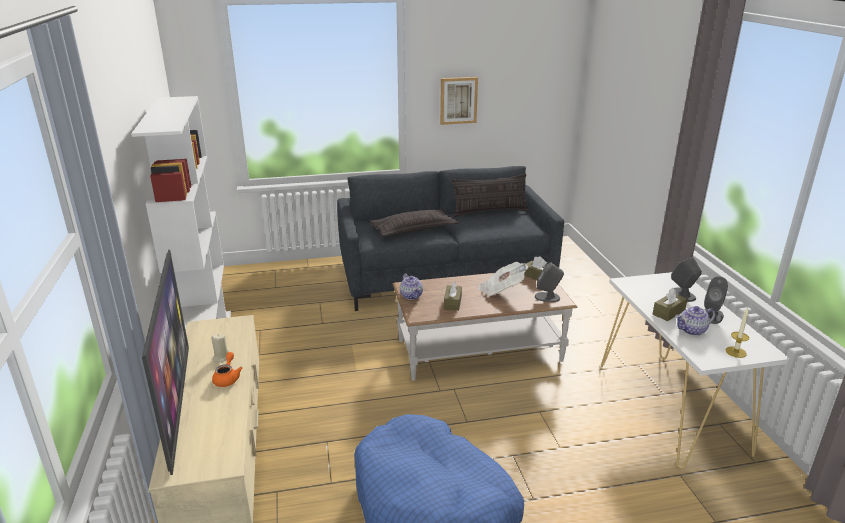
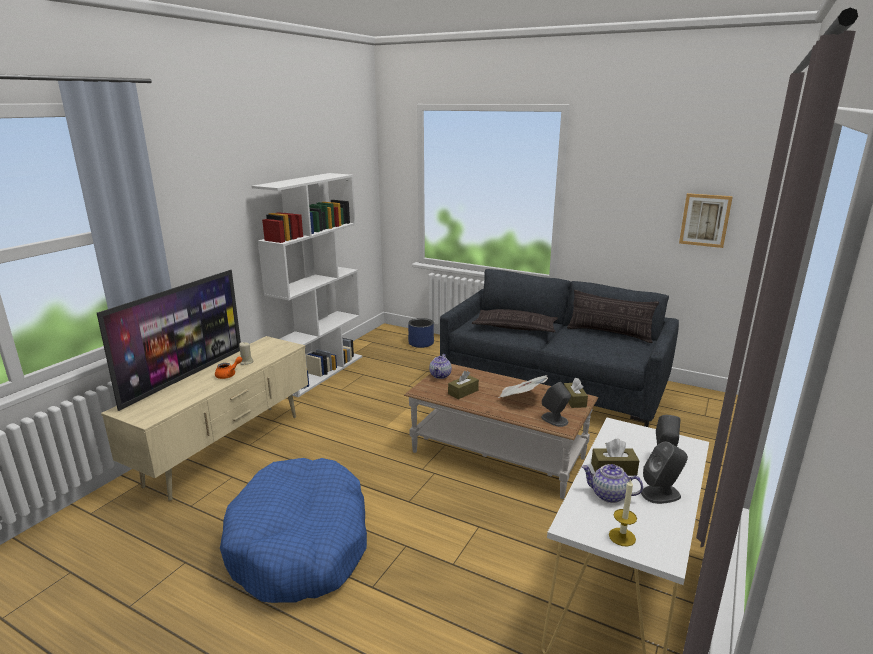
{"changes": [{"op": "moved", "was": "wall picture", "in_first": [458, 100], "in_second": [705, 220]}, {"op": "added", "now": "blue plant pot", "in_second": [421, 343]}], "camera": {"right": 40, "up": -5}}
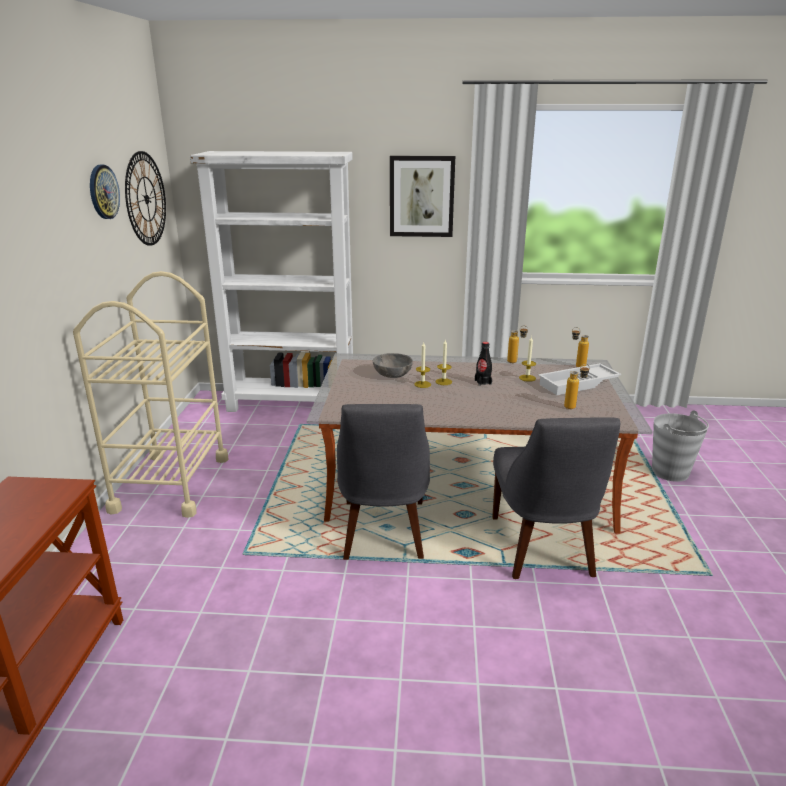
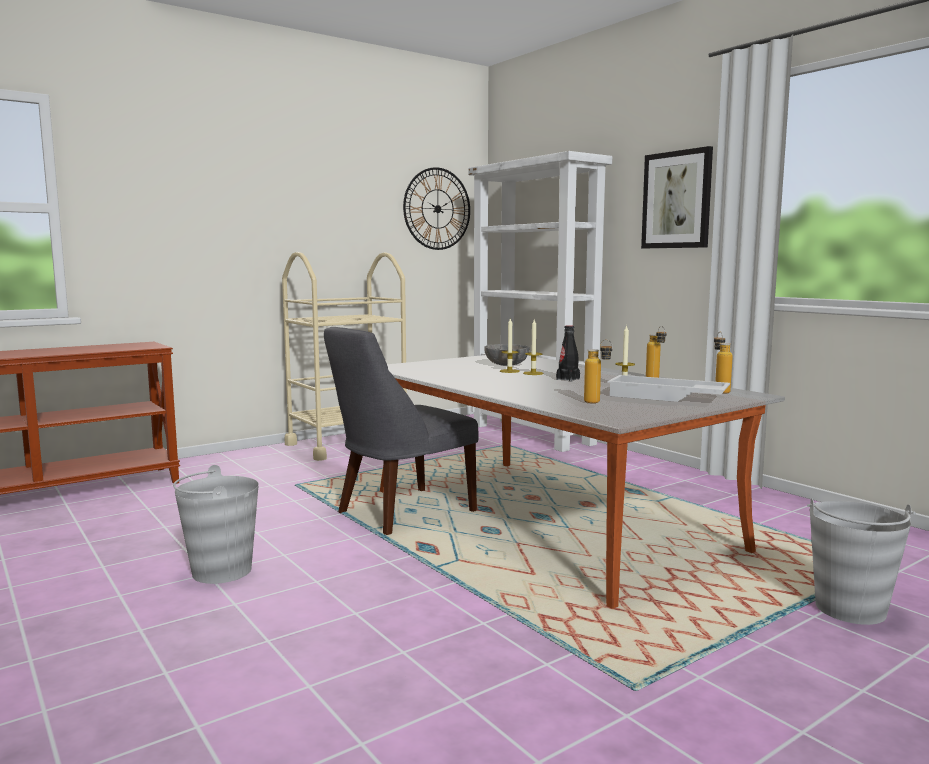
{"changes": [{"op": "removed", "was": "hanging clock", "in_first": [103, 192]}, {"op": "removed", "was": "grey upright chair", "in_first": [543, 549]}, {"op": "added", "now": "grey bucket", "in_second": [221, 571]}], "camera": {"right": 50, "up": -15}}
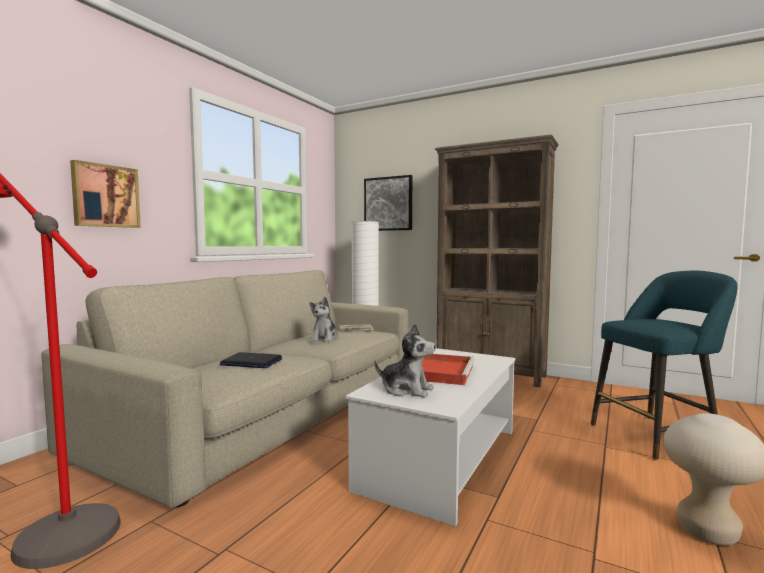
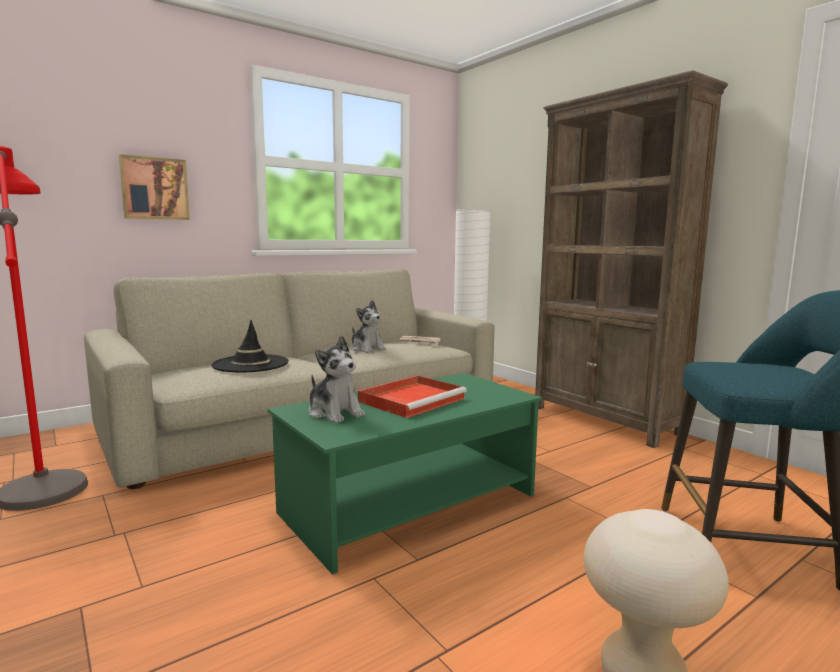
{"changes": [{"op": "replaced", "was": "laptop", "now": "blackish clothing hat", "in_first": [251, 362], "in_second": [250, 364]}, {"op": "turned", "was": "cuddly toy", "in_first": [324, 339], "in_second": [367, 349], "clockwise": -75}, {"op": "recoloured", "was": "white-coloured low table", "now": "greenish low table", "in_first": [442, 457], "in_second": [411, 503]}, {"op": "removed", "was": "wall picture", "in_first": [388, 204]}], "camera": {"right": 25, "up": 5}}
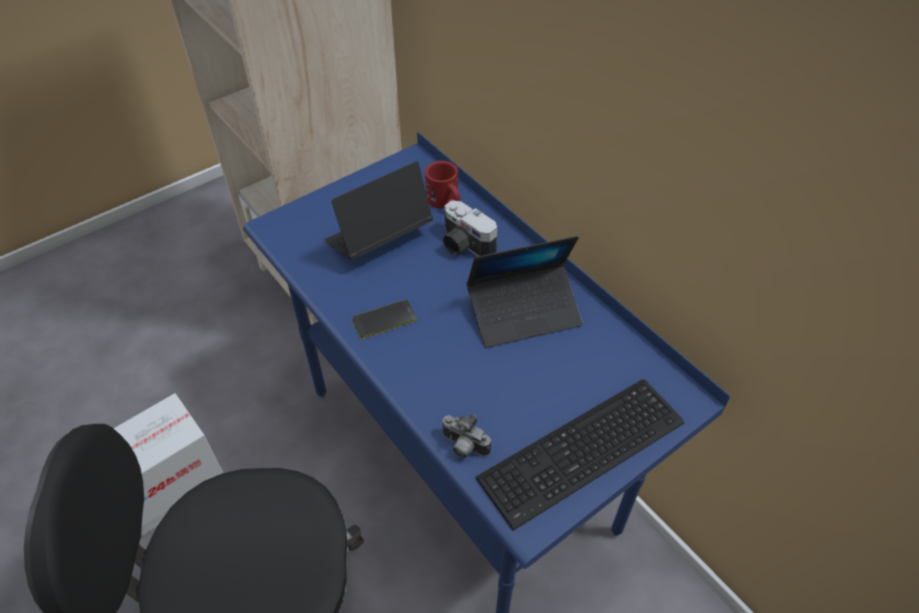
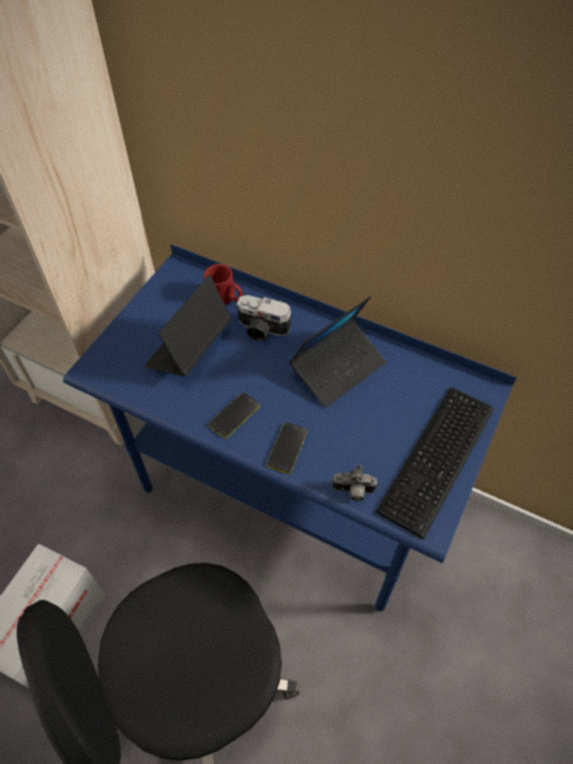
{"changes": [{"op": "added", "now": "phone", "in_second": [287, 448]}], "camera": {"right": -25, "up": 5}}
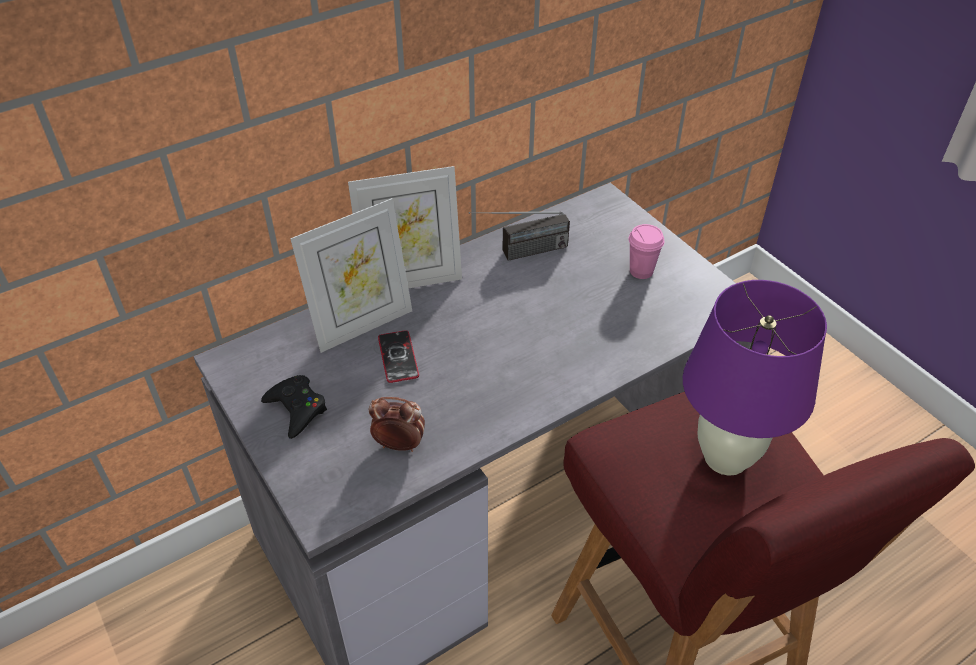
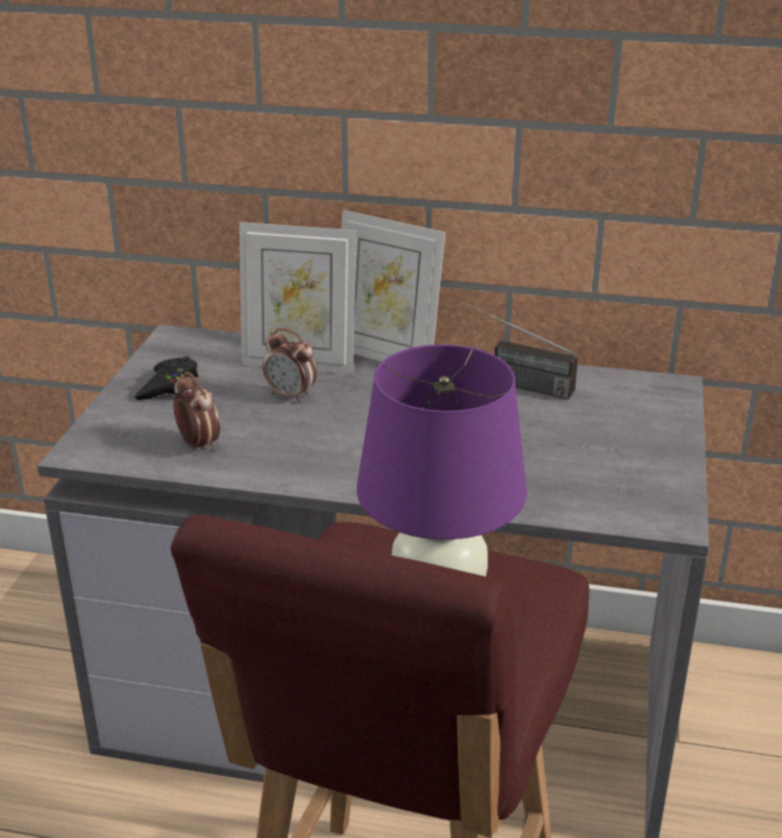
{"changes": [{"op": "replaced", "was": "phone", "now": "bedside clock", "in_first": [398, 357], "in_second": [291, 396]}, {"op": "removed", "was": "pink-coloured cup", "in_first": [641, 271]}], "camera": {"right": 45, "up": -15}}
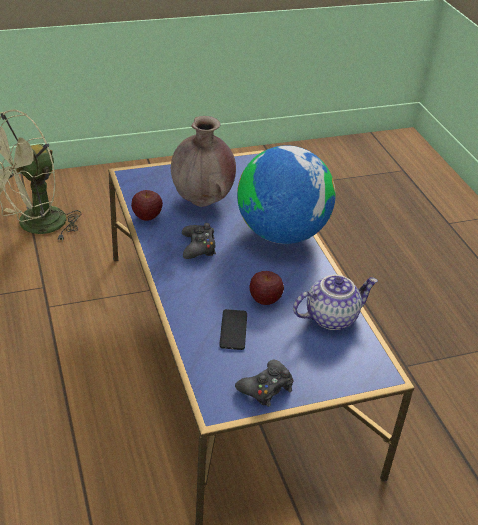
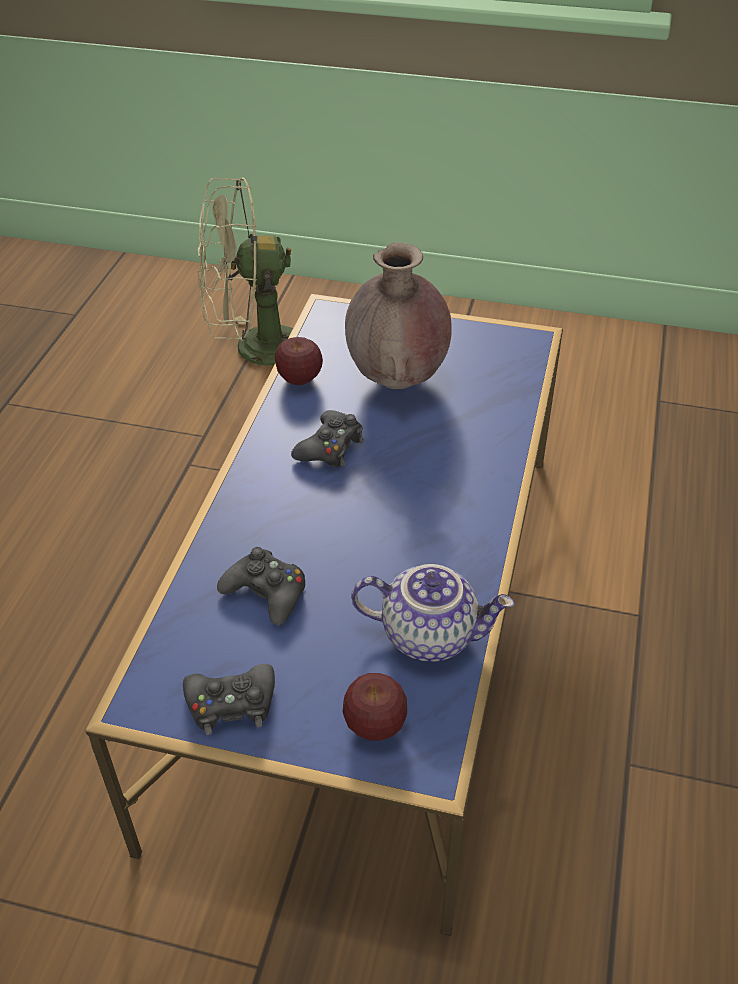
{"changes": [{"op": "replaced", "was": "phone", "now": "blackish gamepad", "in_first": [233, 330], "in_second": [266, 593]}, {"op": "removed", "was": "world globe", "in_first": [281, 234]}, {"op": "moved", "was": "whole apple", "in_first": [265, 300], "in_second": [375, 725]}], "camera": {"right": 35, "up": 5}}
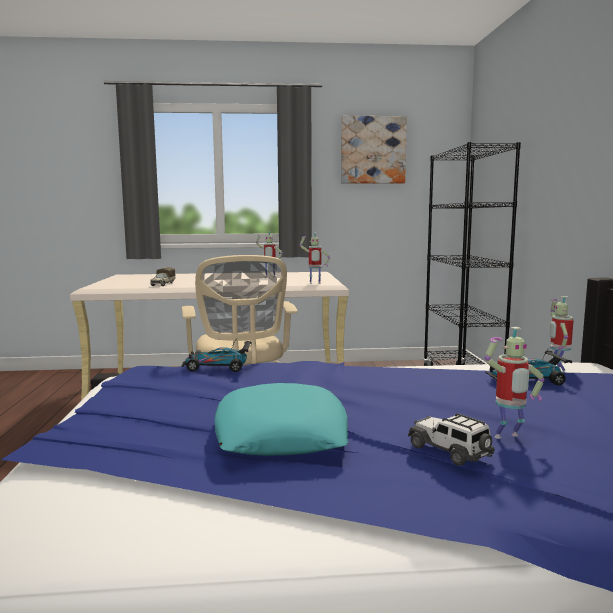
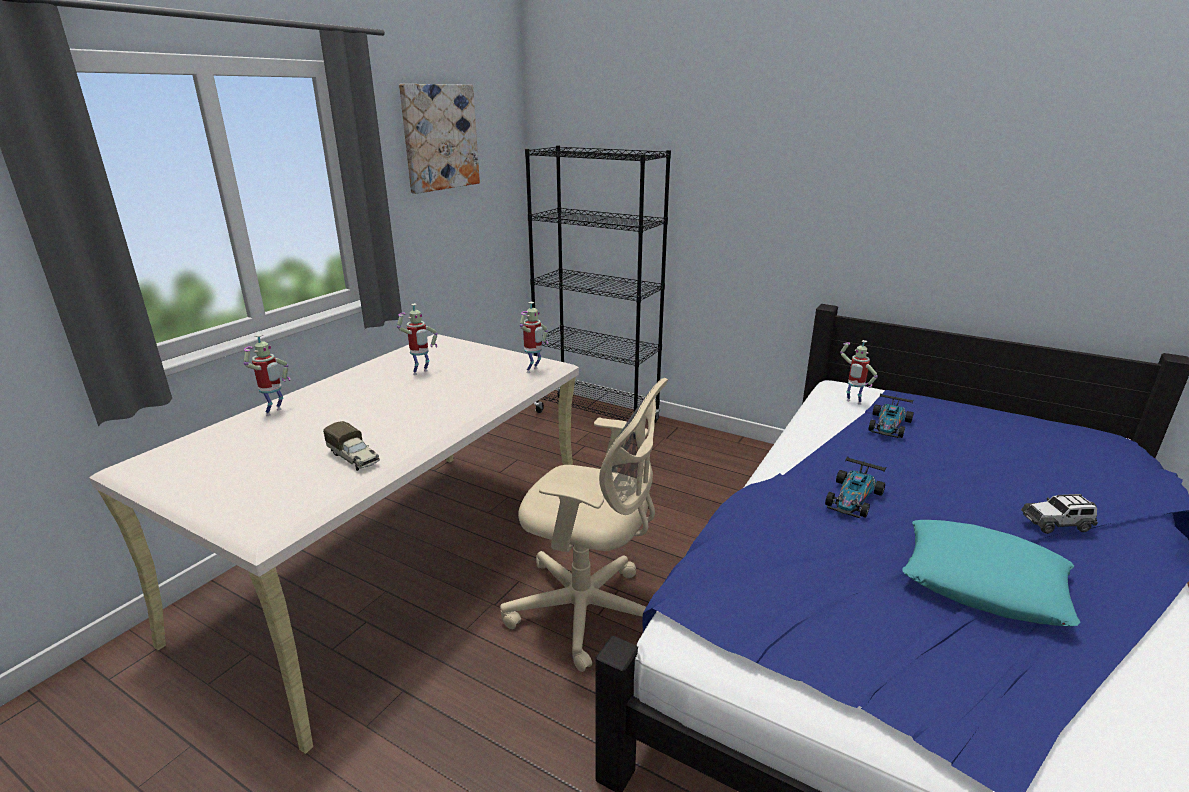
{"changes": [{"op": "moved", "was": "model car", "in_first": [218, 366], "in_second": [853, 498]}, {"op": "moved", "was": "robot figure", "in_first": [508, 438], "in_second": [275, 413]}], "camera": {"right": -55, "up": 15}}
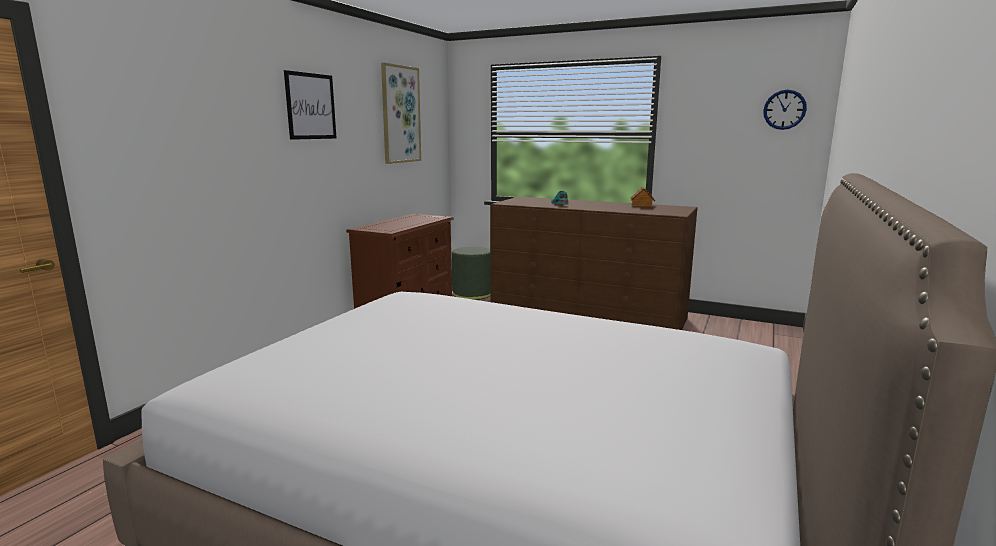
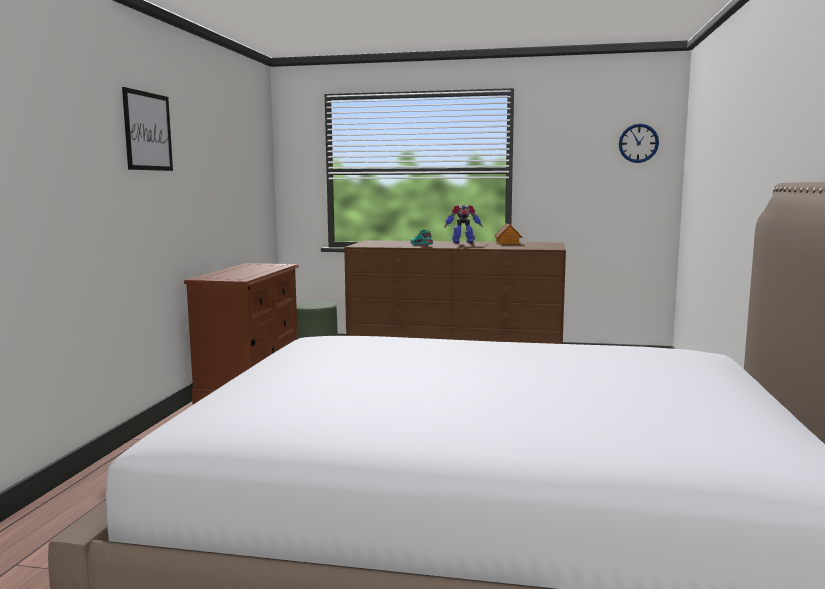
{"changes": [{"op": "removed", "was": "wall picture", "in_first": [400, 114]}, {"op": "added", "now": "robot figure", "in_second": [462, 242]}], "camera": {"right": -15, "up": -5}}
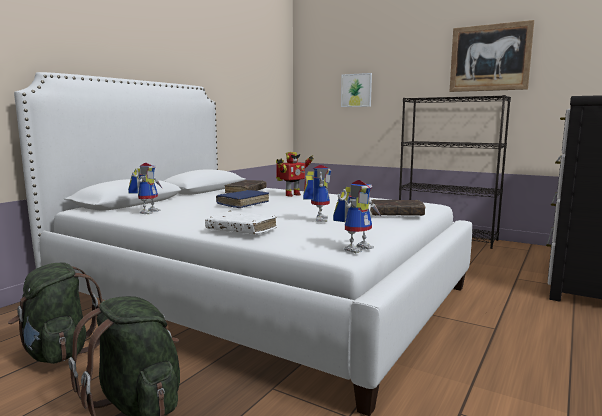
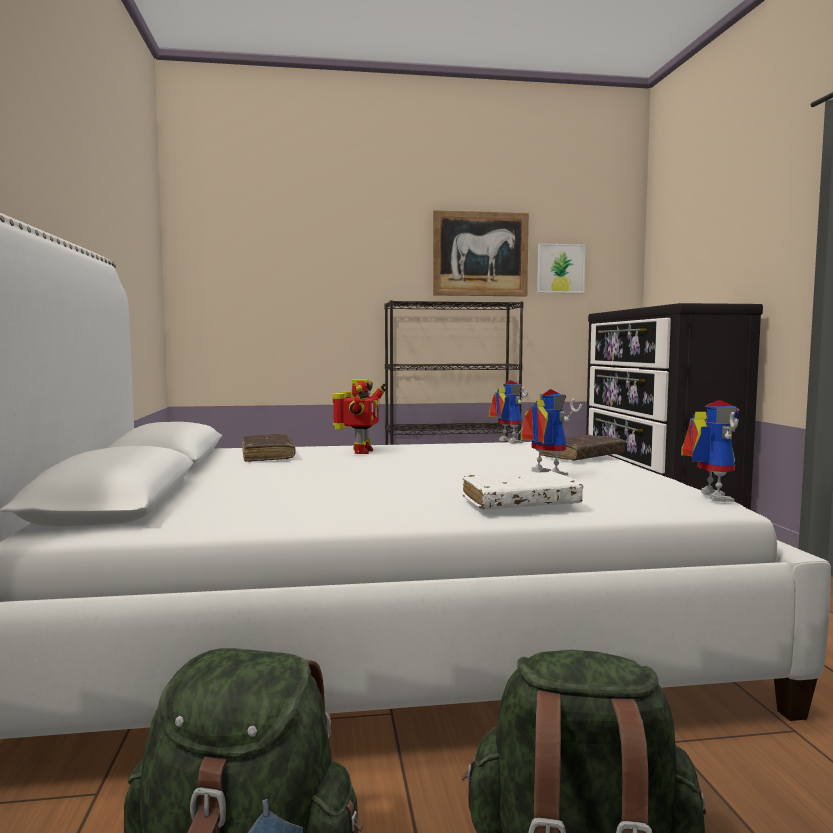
{"changes": [{"op": "moved", "was": "robot figure", "in_first": [148, 211], "in_second": [505, 442]}, {"op": "removed", "was": "blue book", "in_first": [243, 204]}, {"op": "moved", "was": "wall picture", "in_first": [356, 90], "in_second": [560, 268]}], "camera": {"right": -40, "up": -5}}
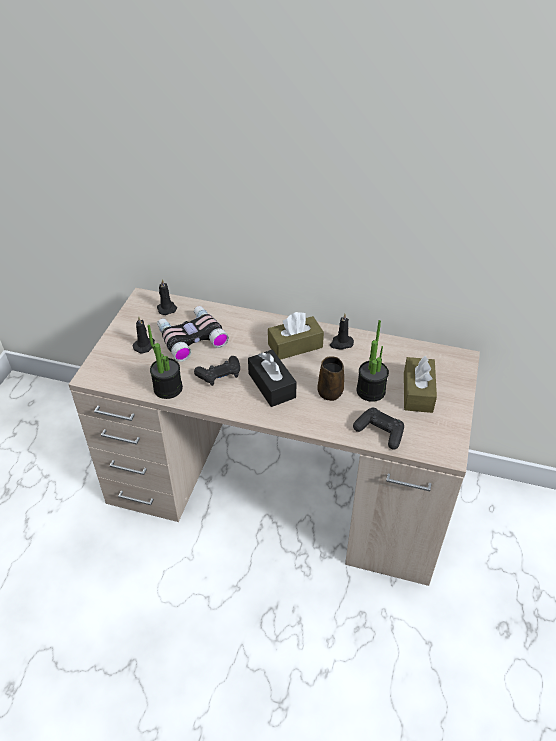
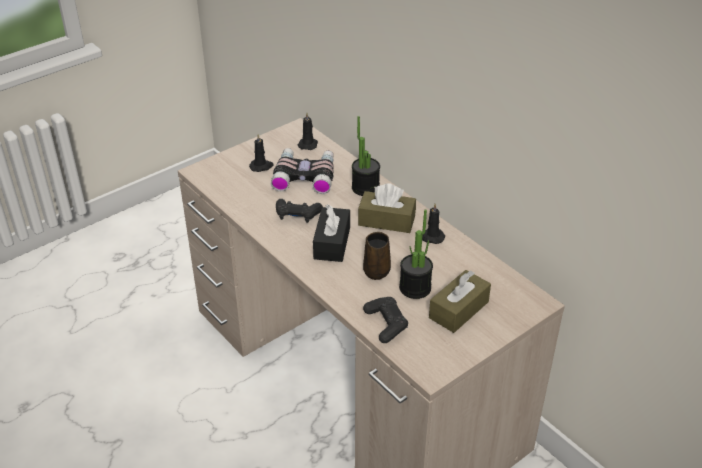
{"changes": [{"op": "moved", "was": "houseplant", "in_first": [168, 388], "in_second": [365, 188]}], "camera": {"right": 35, "up": -5}}
